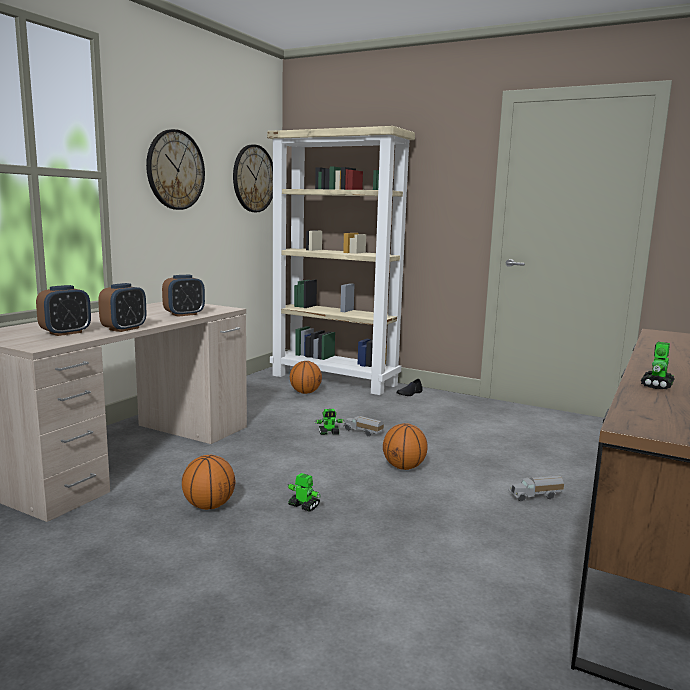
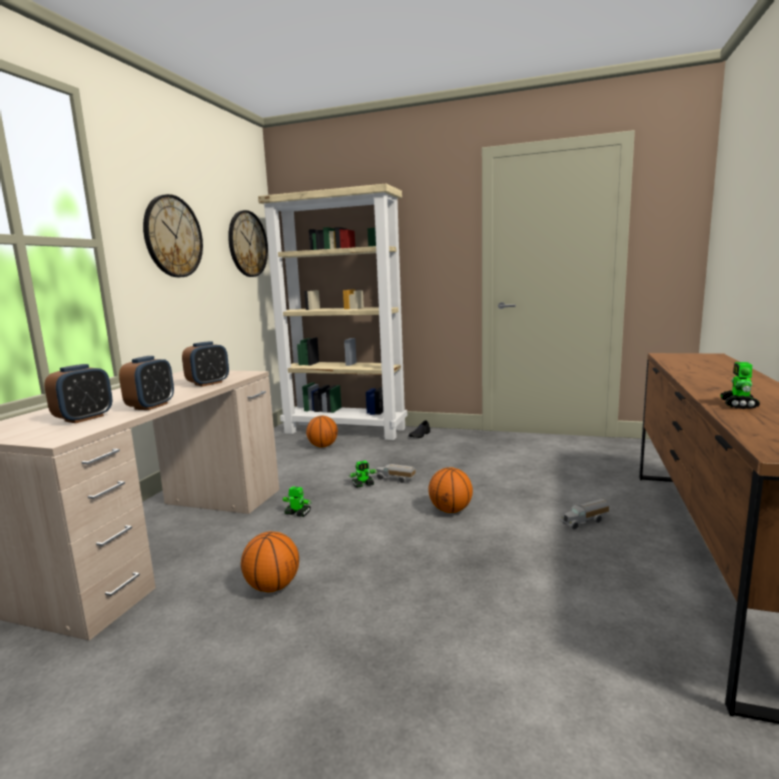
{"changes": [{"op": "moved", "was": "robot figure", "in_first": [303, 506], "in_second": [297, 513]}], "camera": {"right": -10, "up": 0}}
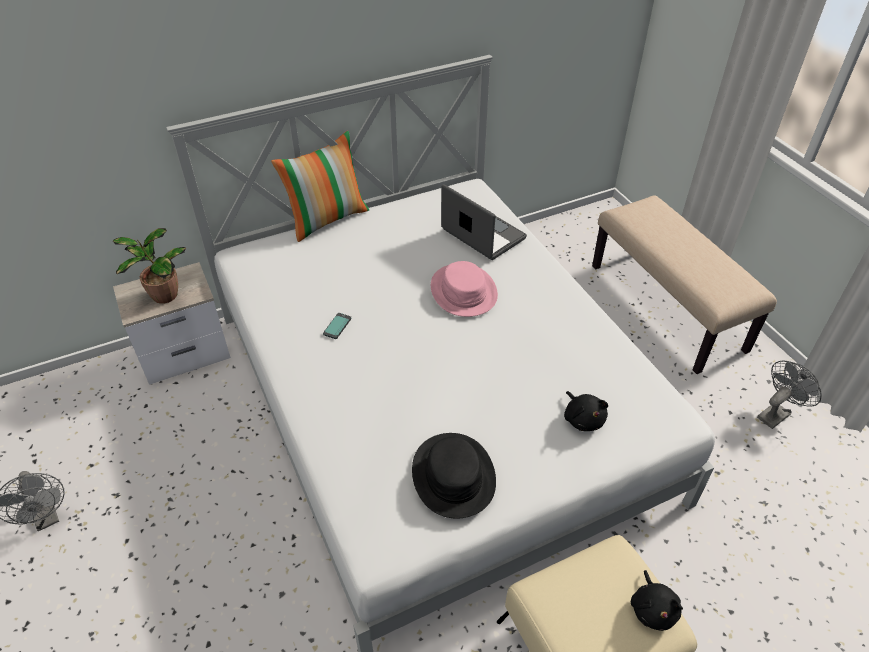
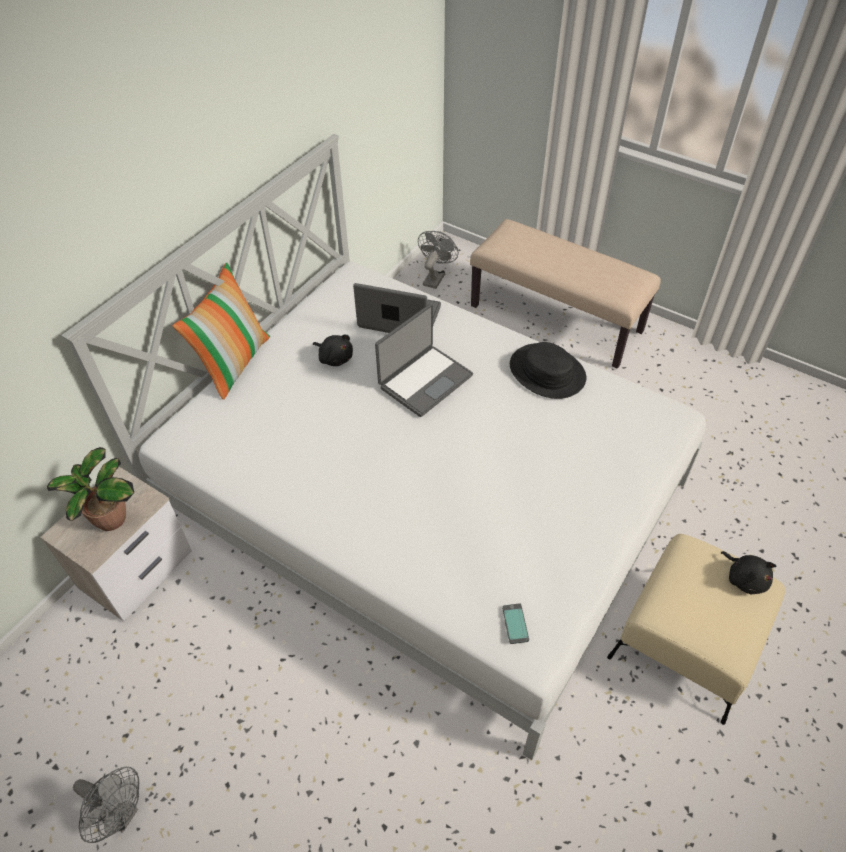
{"changes": [{"op": "moved", "was": "phone", "in_first": [337, 326], "in_second": [515, 624]}, {"op": "moved", "was": "blackish clothing hat", "in_first": [453, 476], "in_second": [547, 372]}, {"op": "replaced", "was": "pink-coloured clothing hat", "now": "laptop", "in_first": [464, 291], "in_second": [424, 380]}, {"op": "moved", "was": "blackish cuddly toy", "in_first": [583, 418], "in_second": [335, 358]}, {"op": "moved", "was": "grey fan", "in_first": [776, 413], "in_second": [435, 277]}], "camera": {"right": -30, "up": 5}}
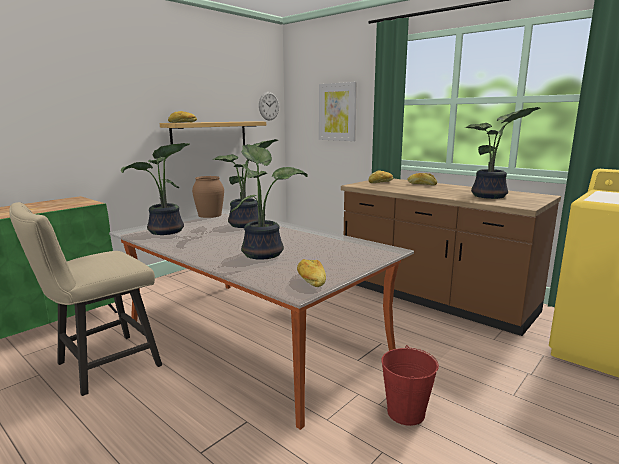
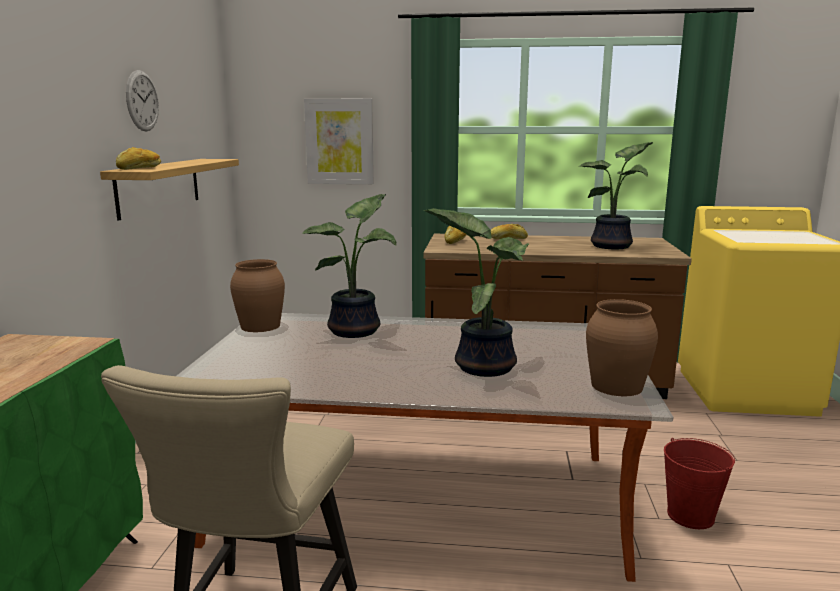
{"changes": [{"op": "removed", "was": "houseplant", "in_first": [166, 232]}, {"op": "moved", "was": "hanging clock", "in_first": [269, 106], "in_second": [142, 101]}, {"op": "replaced", "was": "bread", "now": "brownish decorative vase", "in_first": [310, 281], "in_second": [617, 386]}], "camera": {"right": -35, "up": 0}}
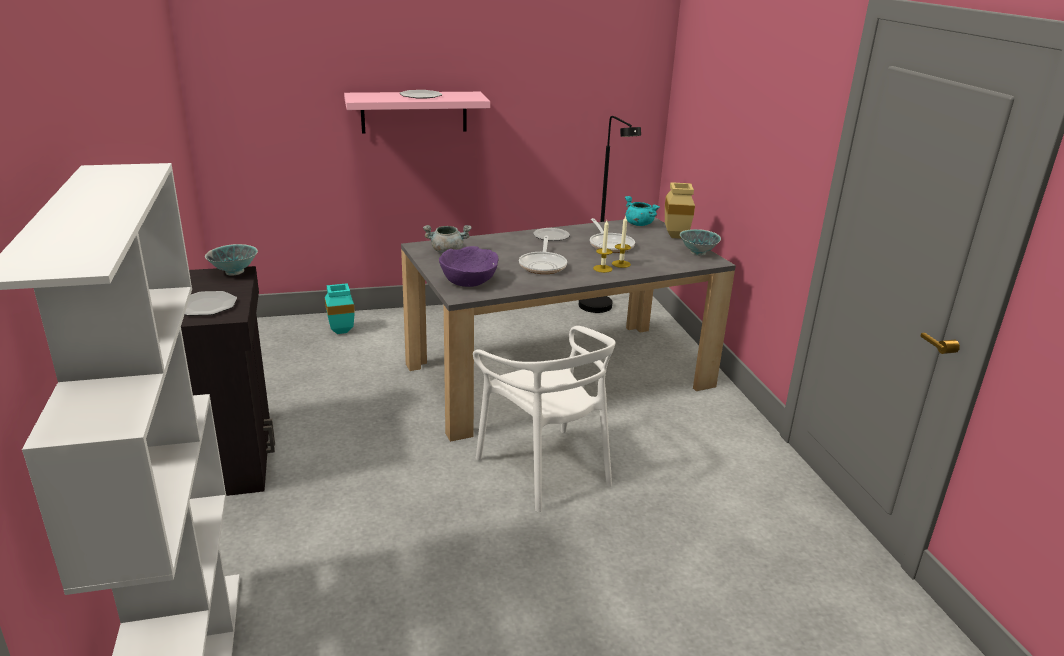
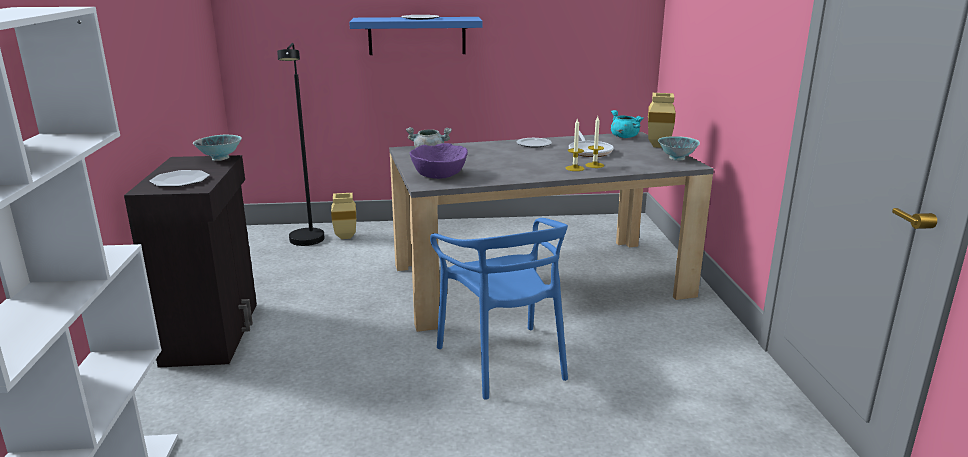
{"changes": [{"op": "recoloured", "was": "blue-green decorative vase", "now": "beige decorative vase", "in_first": [343, 331], "in_second": [347, 237]}, {"op": "recoloured", "was": "pink-coloured shelf", "now": "blue shelf", "in_first": [414, 112], "in_second": [417, 36]}, {"op": "recoloured", "was": "white-coloured upright chair", "now": "blue upright chair", "in_first": [545, 469], "in_second": [503, 361]}, {"op": "removed", "was": "skillet", "in_first": [543, 265]}, {"op": "moved", "was": "blackish standard lamp", "in_first": [600, 309], "in_second": [307, 243]}], "camera": {"right": 10, "up": -5}}
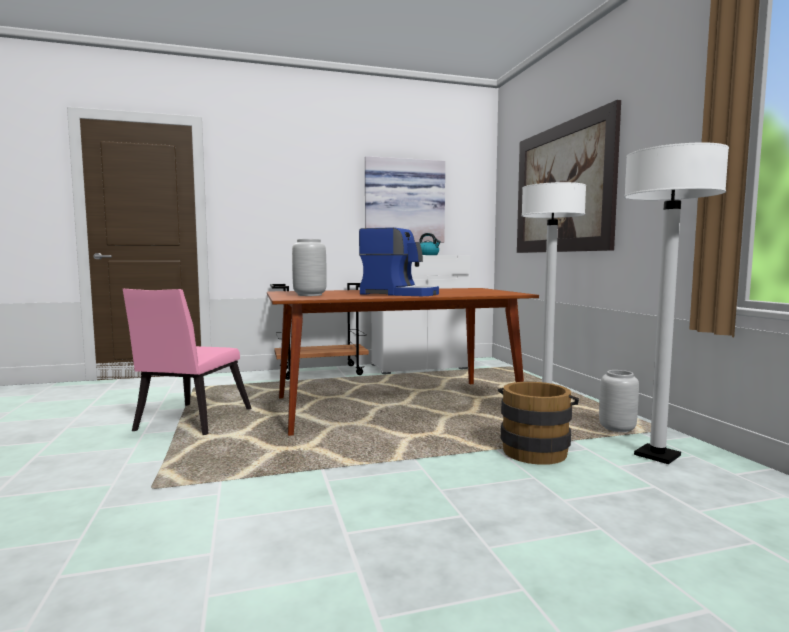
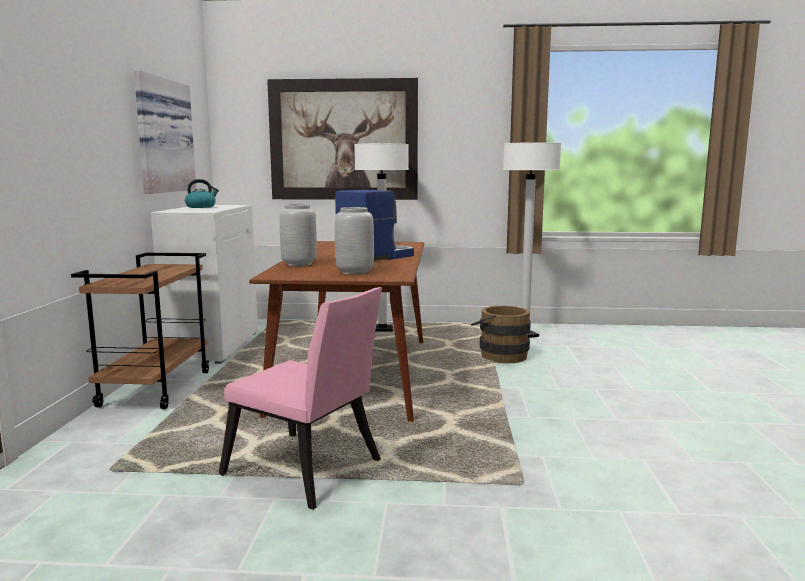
{"changes": [{"op": "moved", "was": "grey decorative vase", "in_first": [618, 429], "in_second": [299, 264]}], "camera": {"right": -70, "up": 5}}
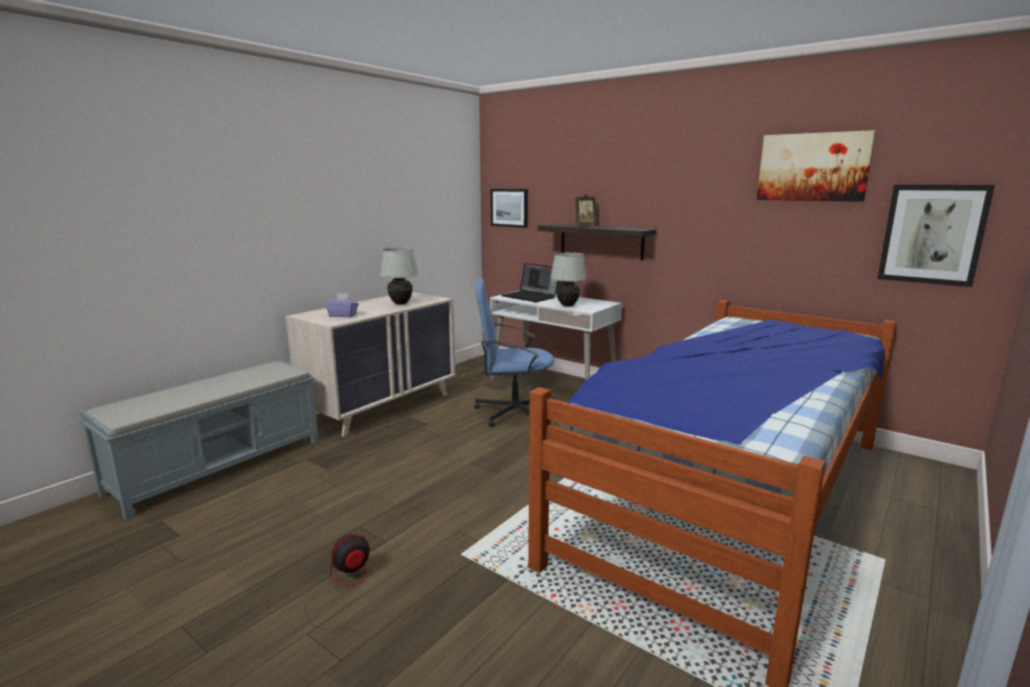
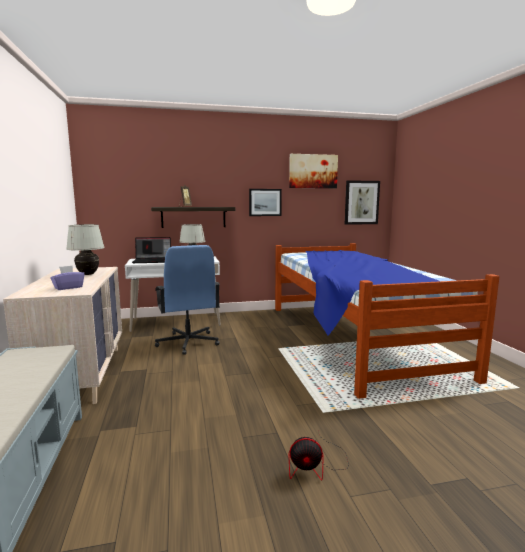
{"changes": [{"op": "turned", "was": "fan", "in_first": [344, 590], "in_second": [316, 465], "clockwise": -90}, {"op": "turned", "was": "blue desk chair", "in_first": [513, 412], "in_second": [188, 343], "clockwise": -60}, {"op": "moved", "was": "wall picture", "in_first": [509, 208], "in_second": [265, 202]}], "camera": {"right": -50, "up": -5}}
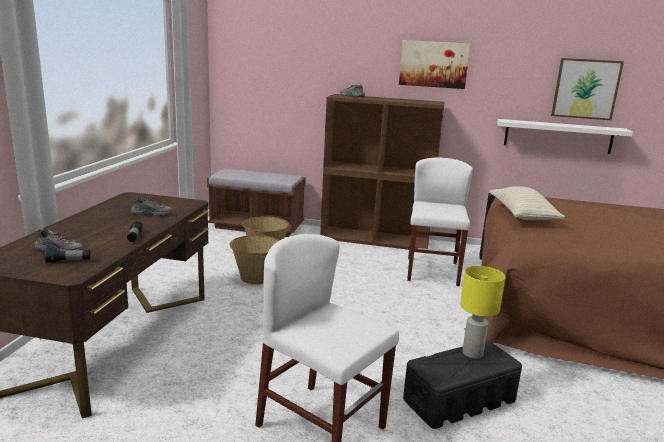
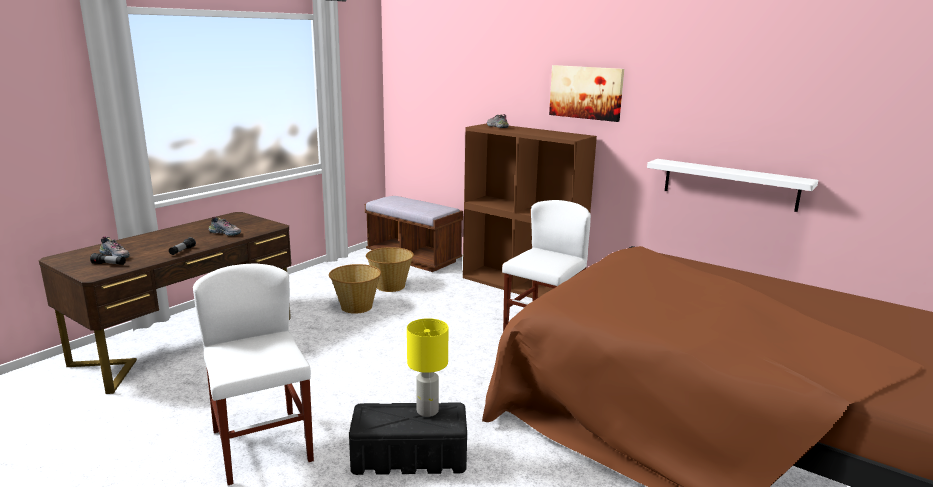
{"changes": [{"op": "removed", "was": "beige pillow", "in_first": [522, 215]}, {"op": "removed", "was": "wall picture", "in_first": [586, 89]}], "camera": {"right": 25, "up": 0}}
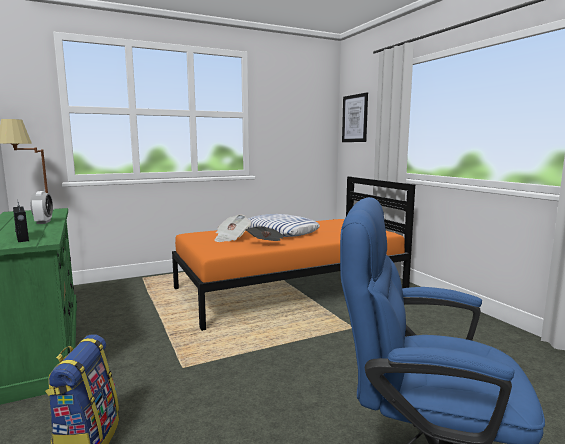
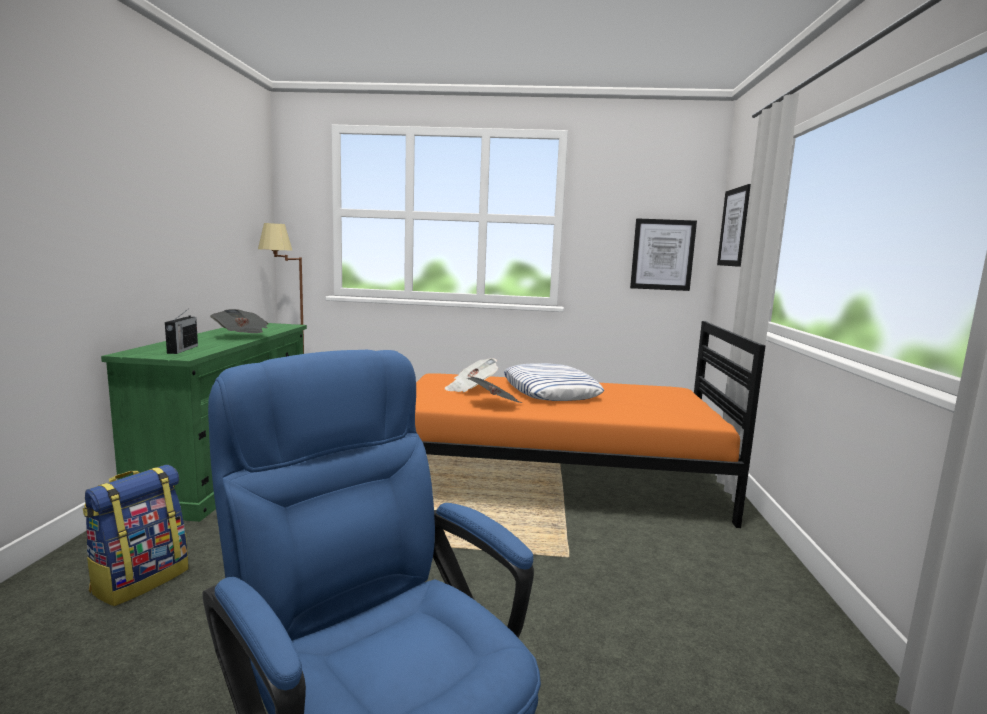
{"changes": [{"op": "replaced", "was": "bedside clock", "now": "daily paper", "in_first": [43, 222], "in_second": [242, 337]}, {"op": "added", "now": "wall picture", "in_second": [662, 254]}], "camera": {"right": 30, "up": 0}}
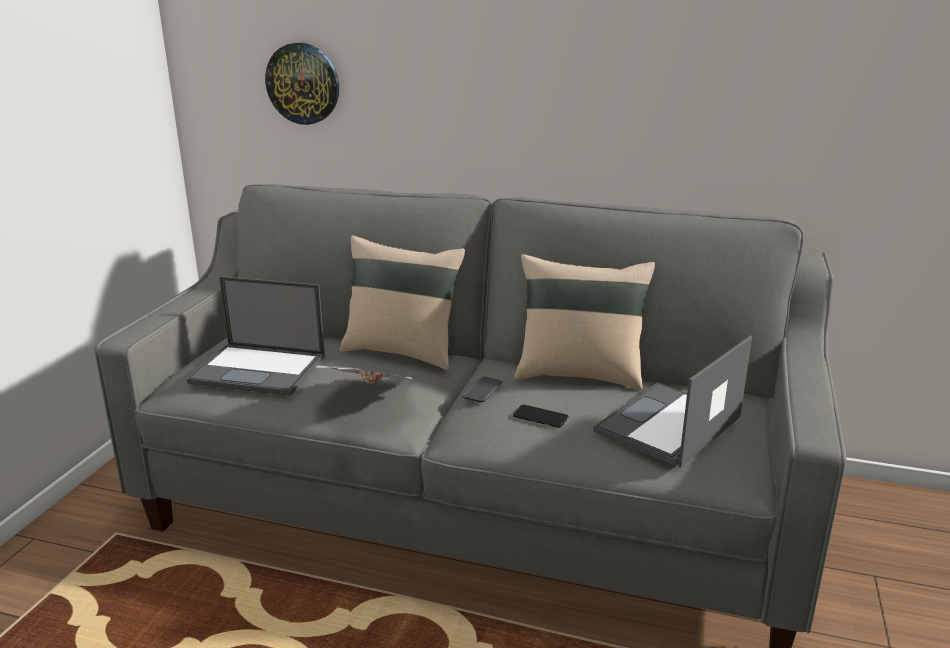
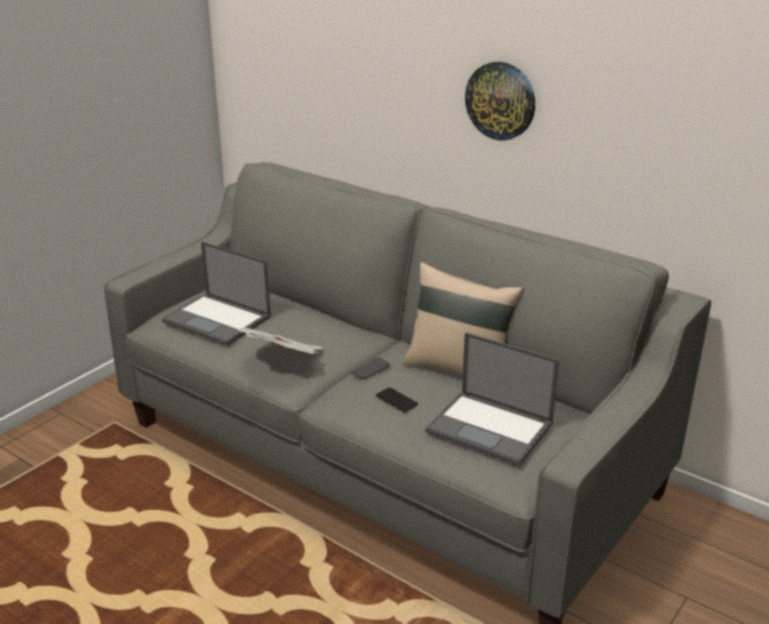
{"changes": [{"op": "moved", "was": "hanging clock", "in_first": [303, 83], "in_second": [500, 100]}, {"op": "removed", "was": "beige pillow", "in_first": [402, 351]}, {"op": "turned", "was": "laptop", "in_first": [667, 425], "in_second": [491, 428], "clockwise": -120}], "camera": {"right": 20, "up": 5}}
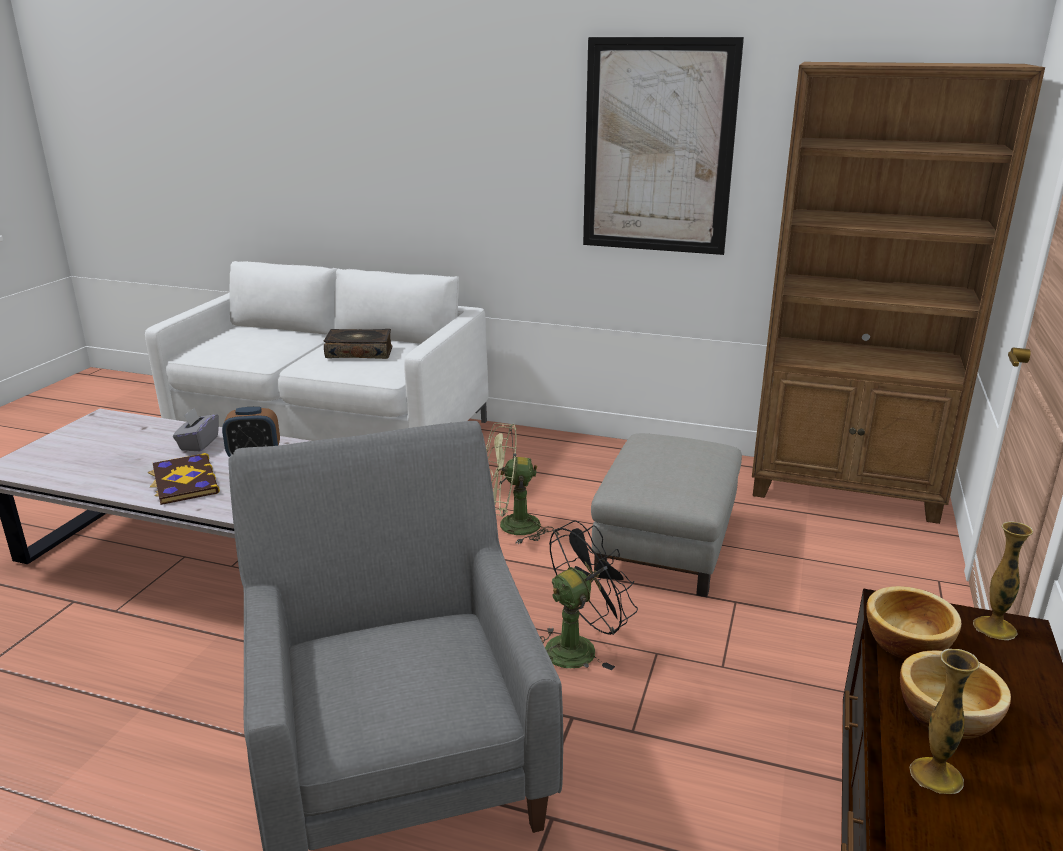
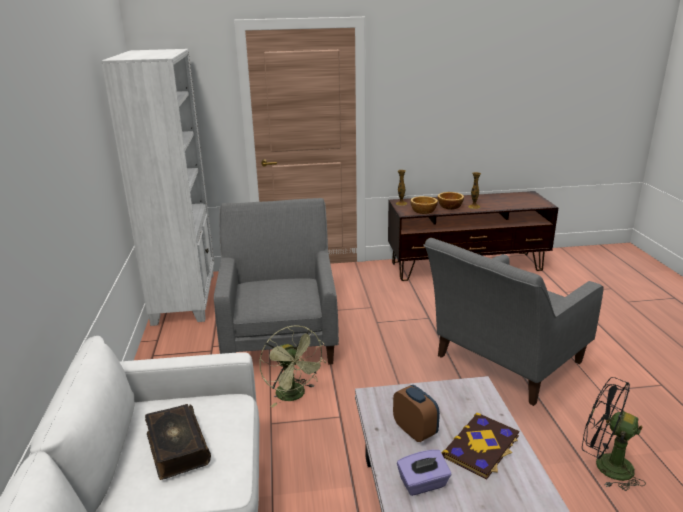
{"changes": [{"op": "recoloured", "was": "grey box of tissues", "now": "purplish box of tissues", "in_first": [198, 443], "in_second": [423, 484]}, {"op": "moved", "was": "blackish fan", "in_first": [578, 647], "in_second": [605, 465]}, {"op": "removed", "was": "wall picture", "in_first": [658, 148]}, {"op": "replaced", "was": "grey footrest", "now": "grey lounge chair", "in_first": [666, 545], "in_second": [280, 337]}, {"op": "recoloured", "was": "brownish shelving unit", "now": "white-coloured shelving unit", "in_first": [845, 491], "in_second": [185, 297]}], "camera": {"right": -115, "up": 0}}
